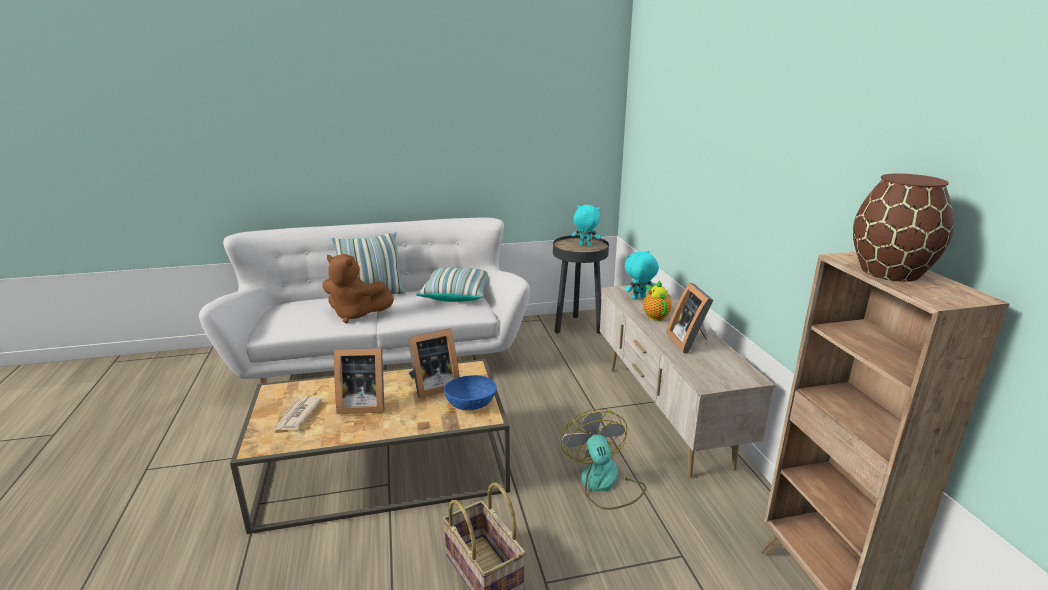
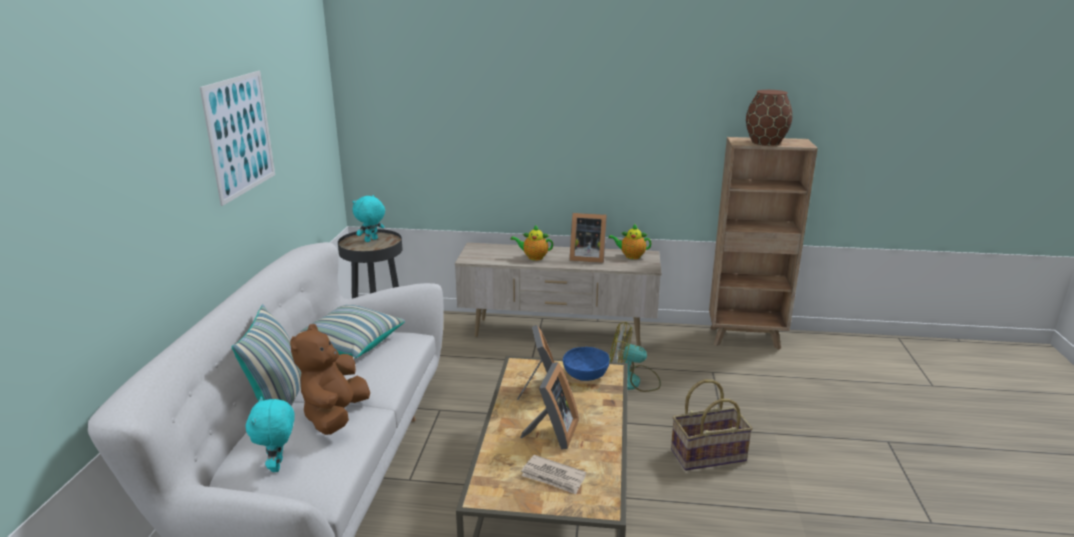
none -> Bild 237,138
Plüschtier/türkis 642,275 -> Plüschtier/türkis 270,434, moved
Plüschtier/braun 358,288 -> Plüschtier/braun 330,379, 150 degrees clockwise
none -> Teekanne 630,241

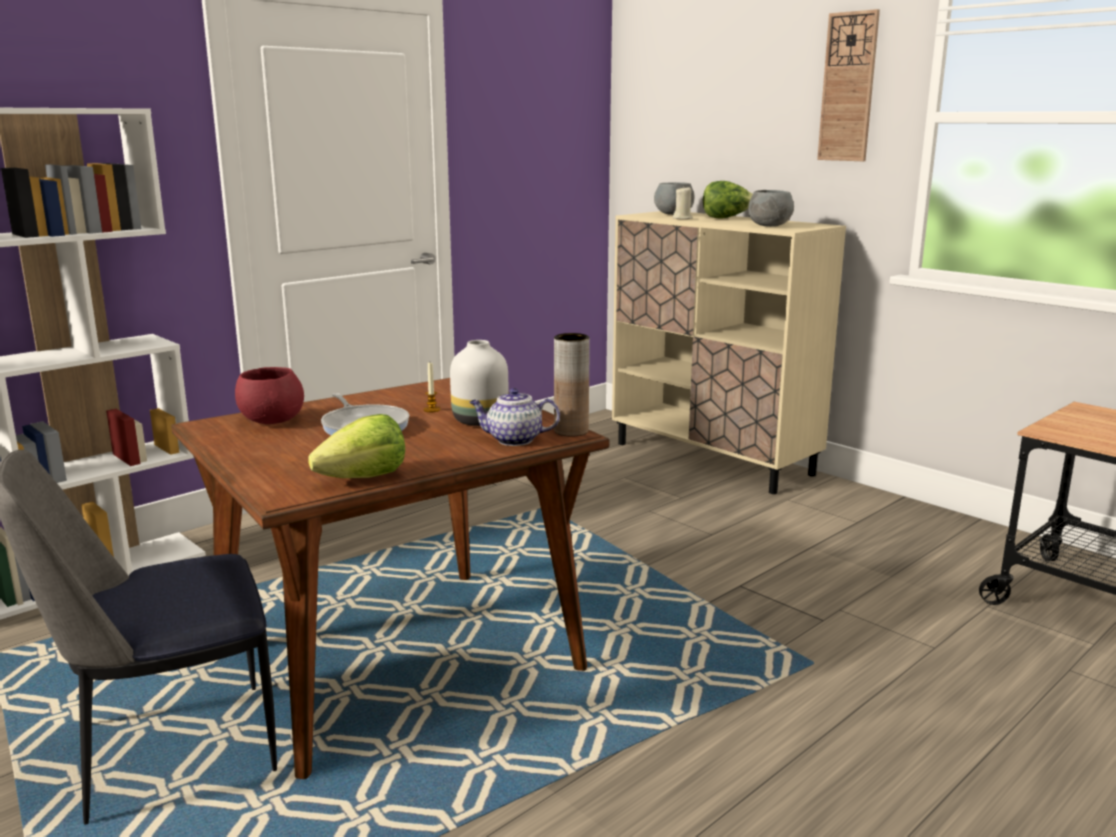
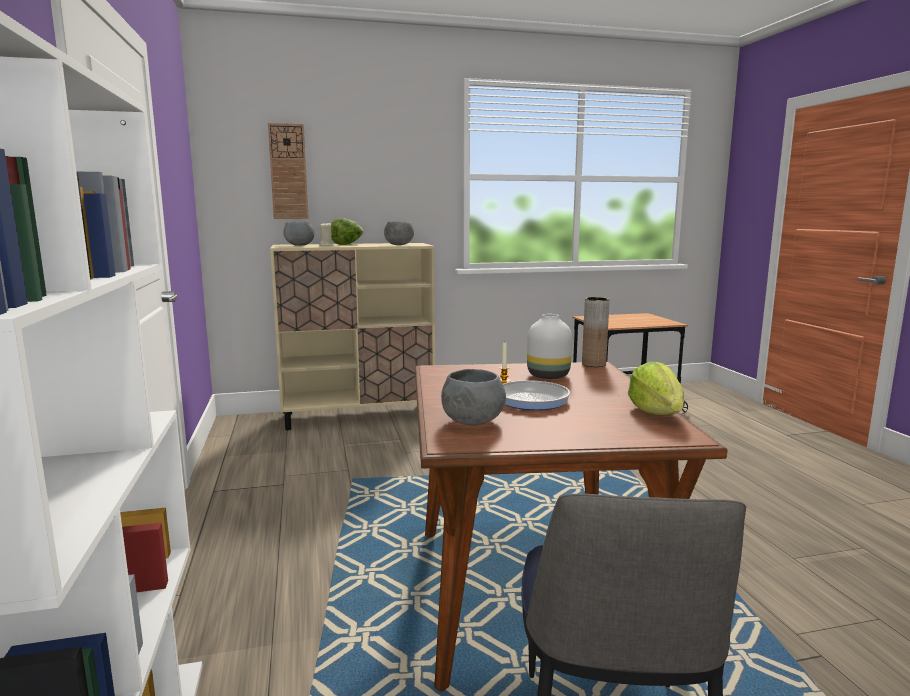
Wanduhr 848,85 -> Wanduhr 288,171, moved
Schüssel/rot 269,395 -> Schüssel/grau 473,397
Teekanne 514,417 -> none

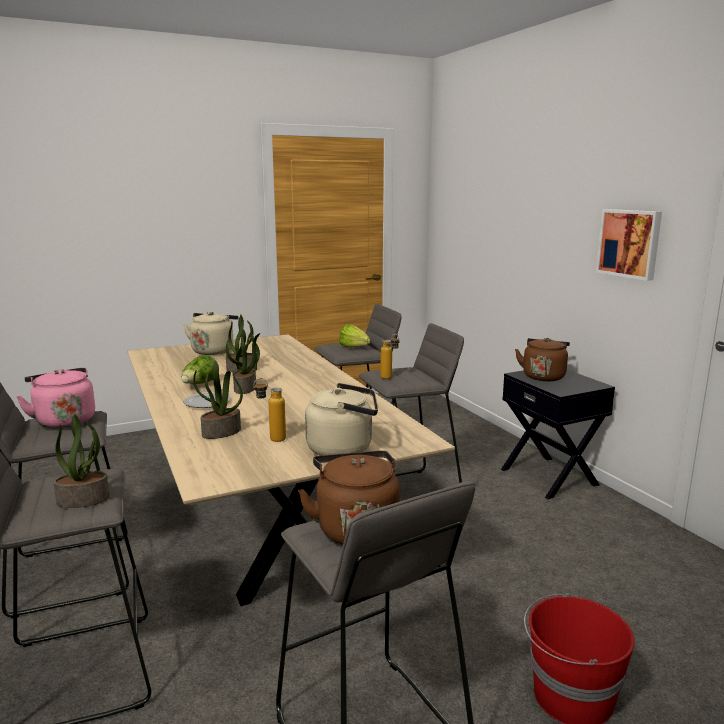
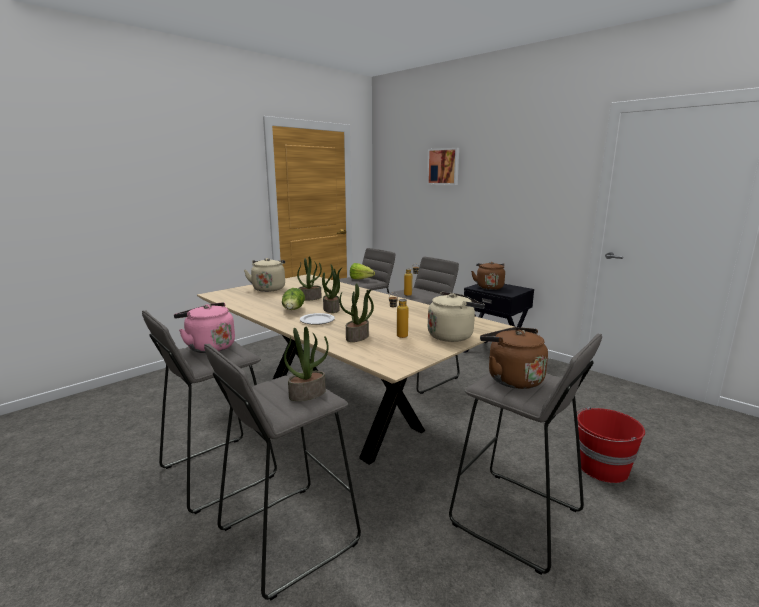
Bild 629,245 -> Bild 443,166, moved

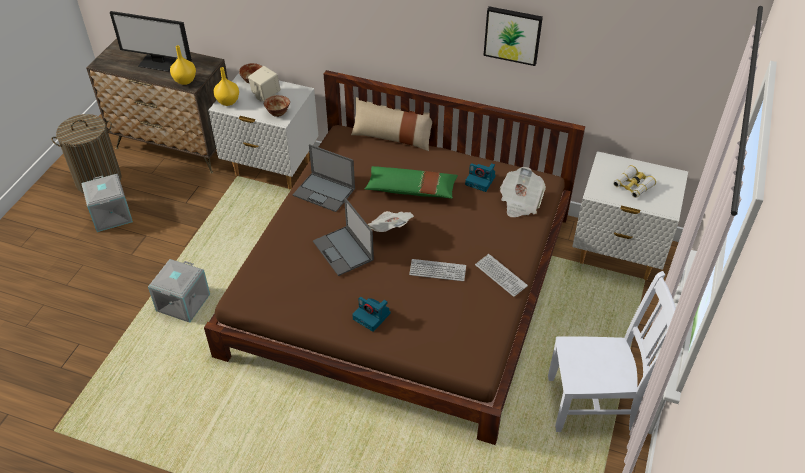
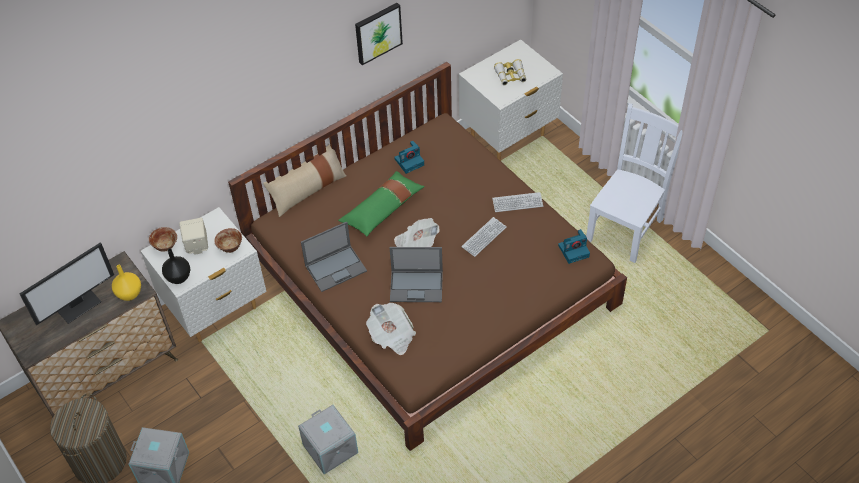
Vase/gelb 226,86 -> Vase/schwarz 176,266
Zeitung 523,192 -> Zeitung 391,329, moved
Kamera 371,314 -> Kamera 574,246, moved

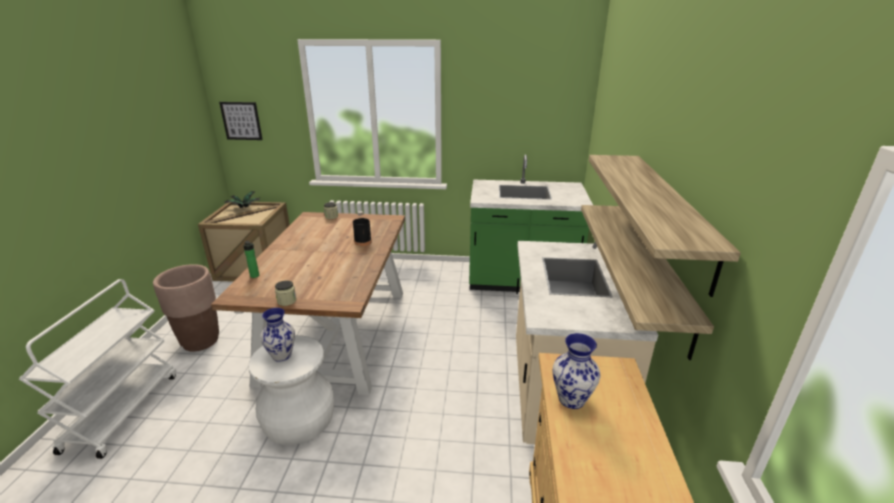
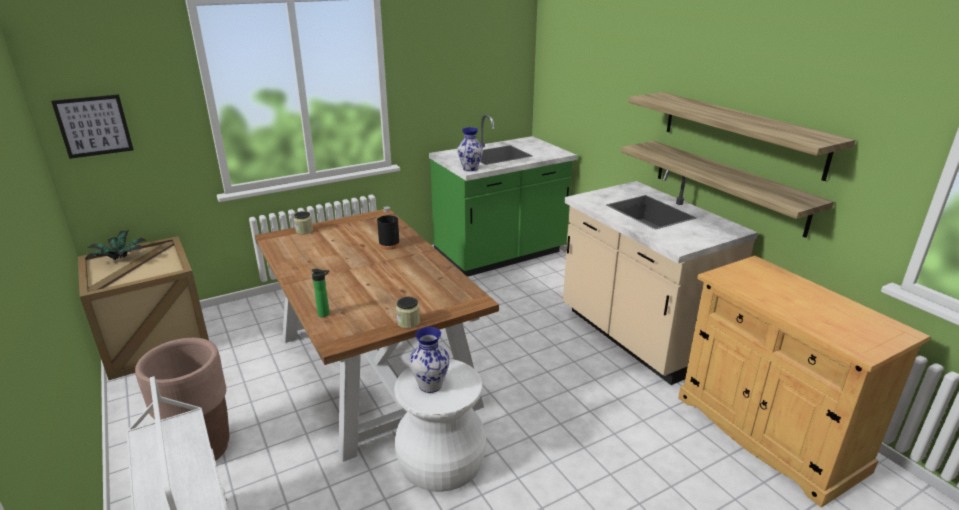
Vase 577,371 -> Vase 470,149, moved

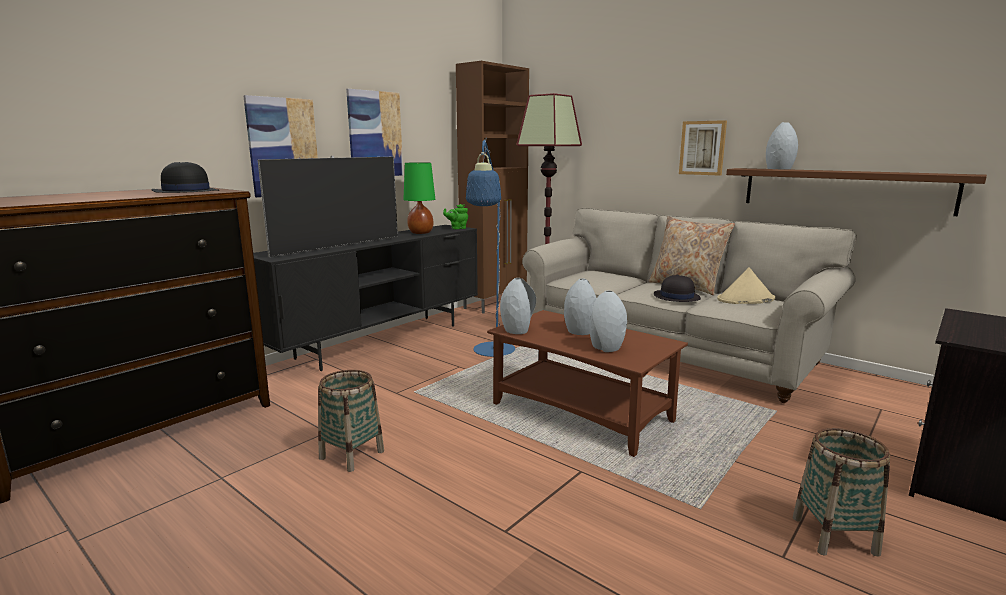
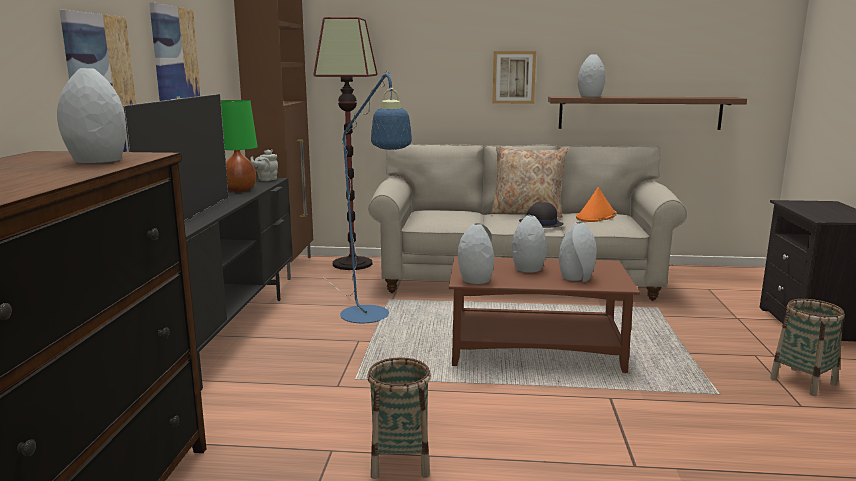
Hut/schwarz 185,177 -> Vase/grau 91,115
Teekanne/grün 455,216 -> Teekanne/grau 264,165
Hut/beige 746,285 -> Hut/orange 596,204

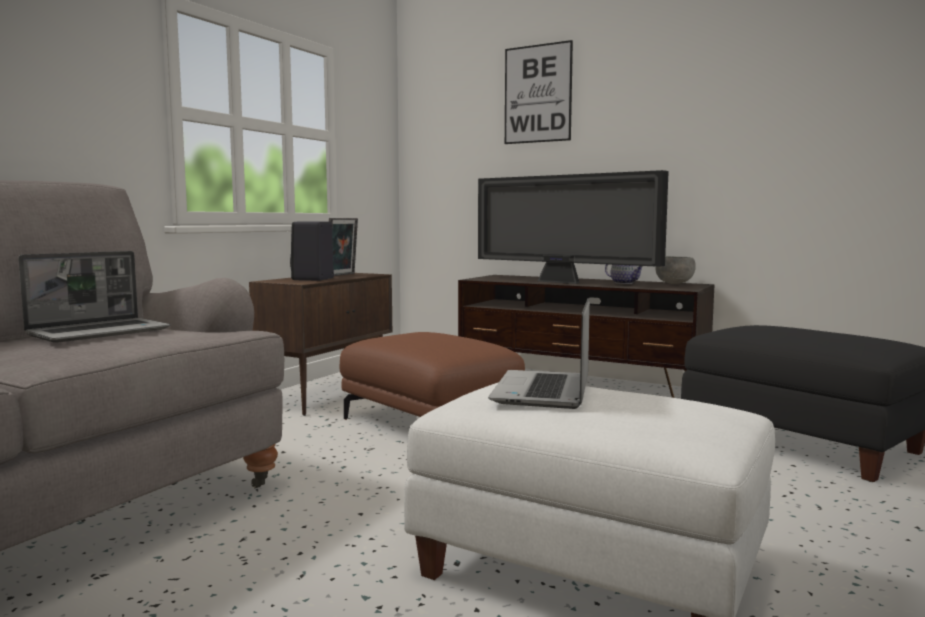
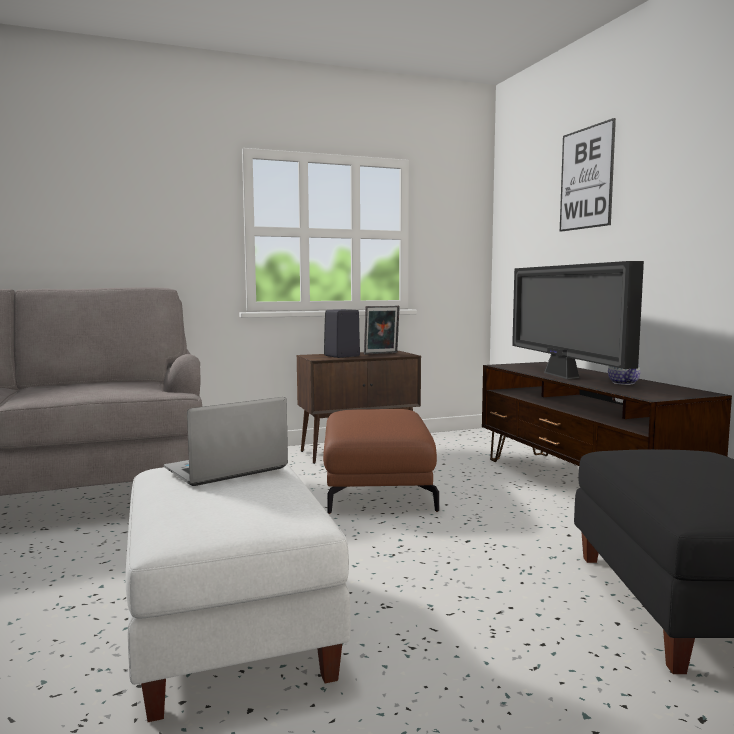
Laptop 94,297 -> none
Schüssel/grau 676,270 -> none

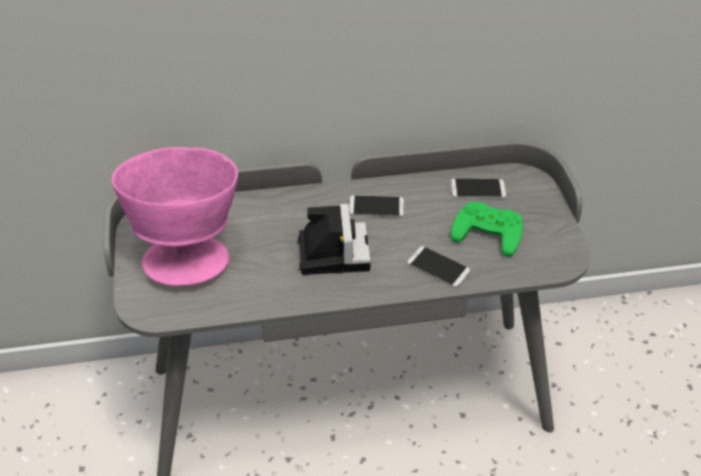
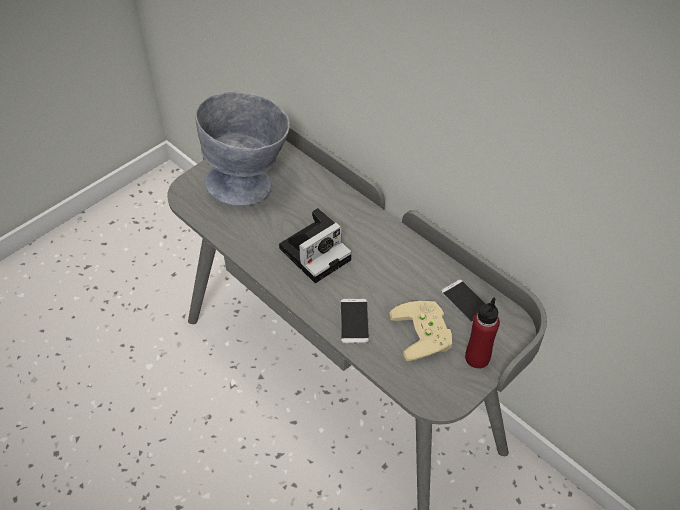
Schüssel/rosa 175,216 -> Schüssel/grau 242,148
Gamepad/grün 487,229 -> Gamepad/beige 420,331
none -> Flasche/rot 482,333
Handy 376,206 -> none

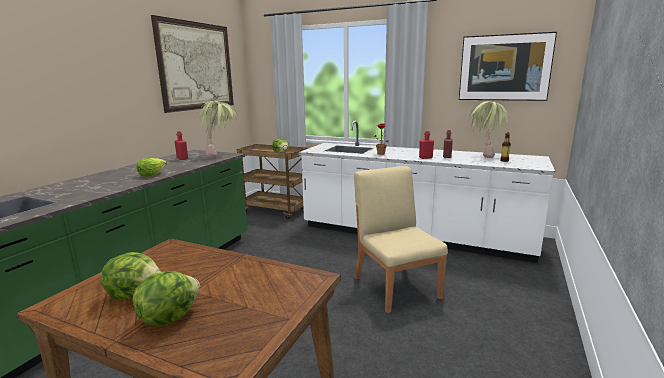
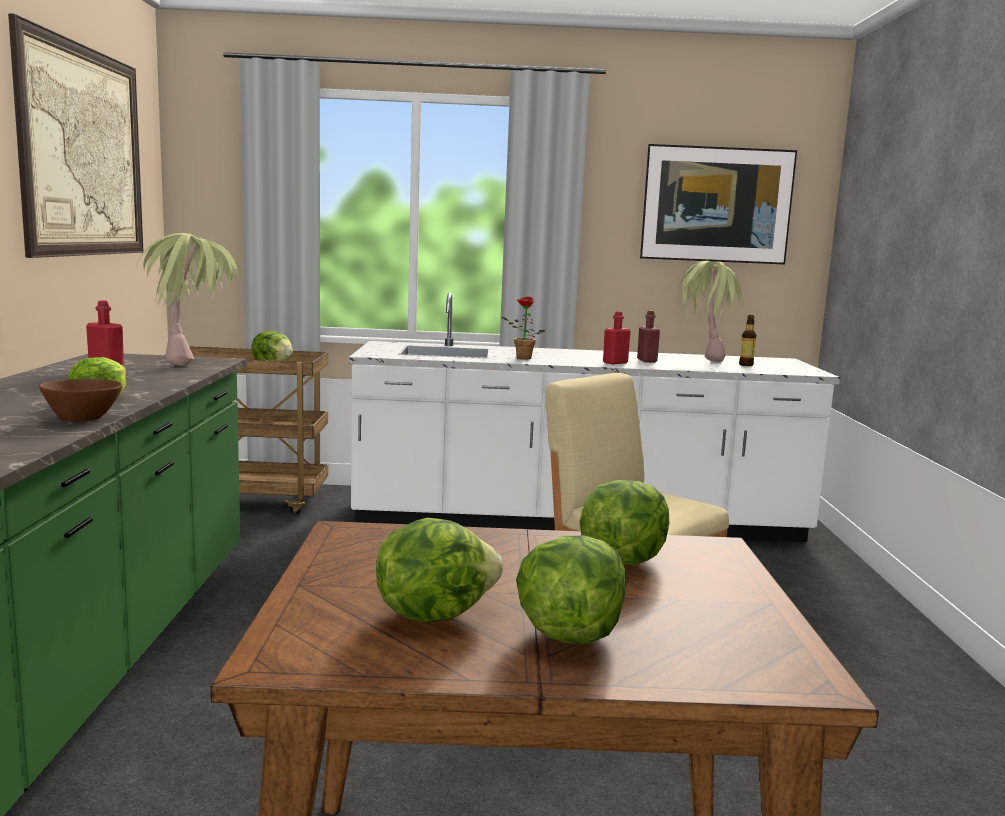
none -> Schüssel/braun 81,400
none -> Salatkopf 624,522

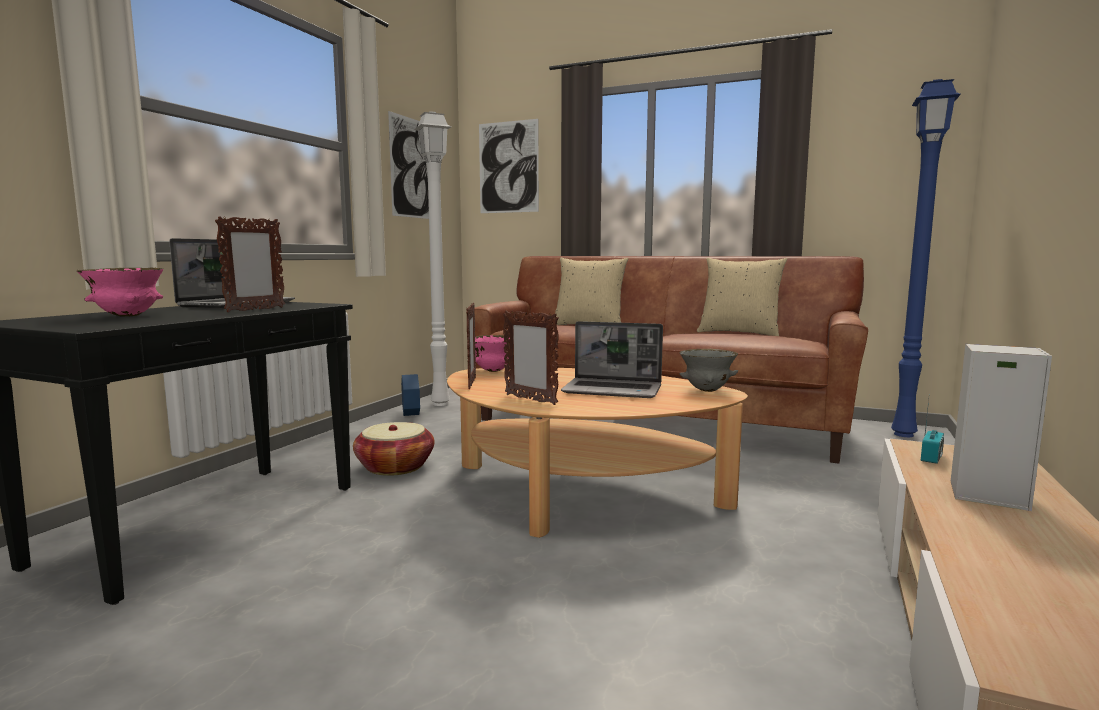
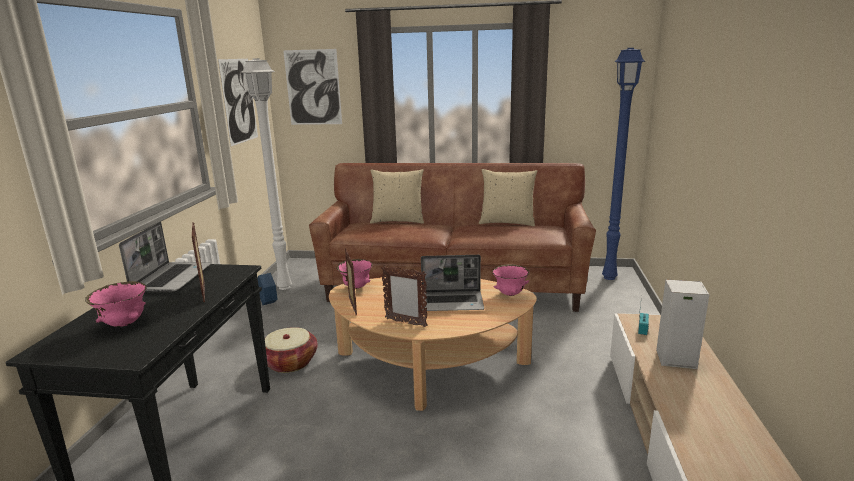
Bilderrahmen 250,264 -> Bilderrahmen 198,262, 150 degrees clockwise
Schüssel/grau 708,370 -> Schüssel/rosa 510,280

